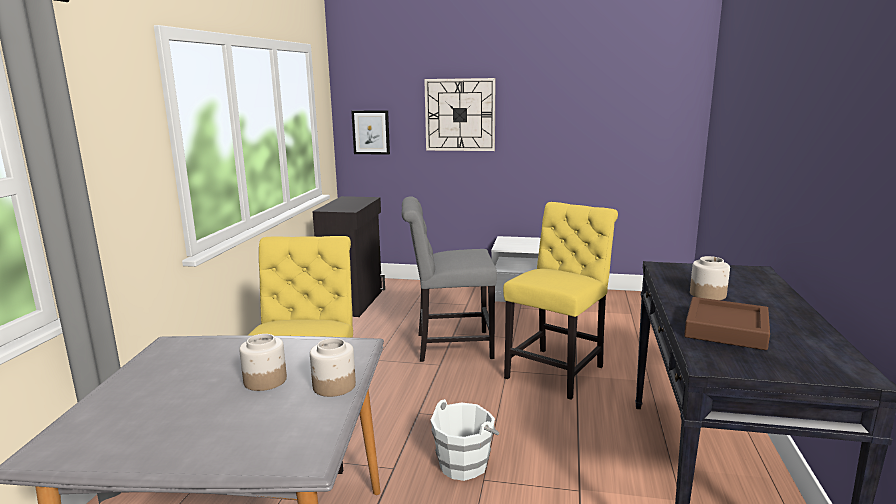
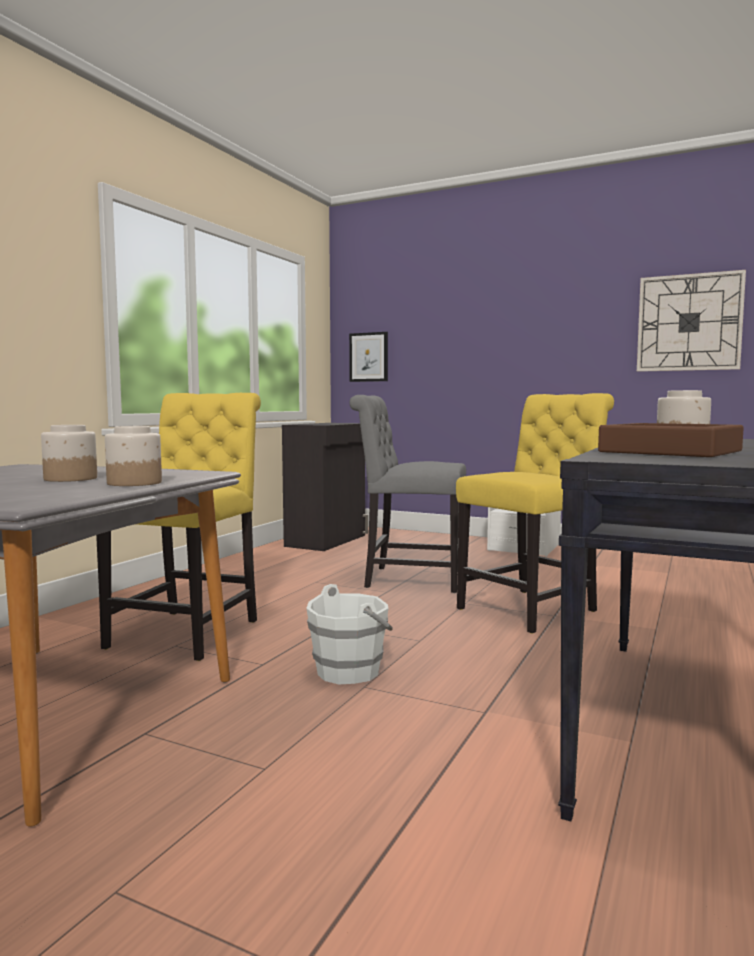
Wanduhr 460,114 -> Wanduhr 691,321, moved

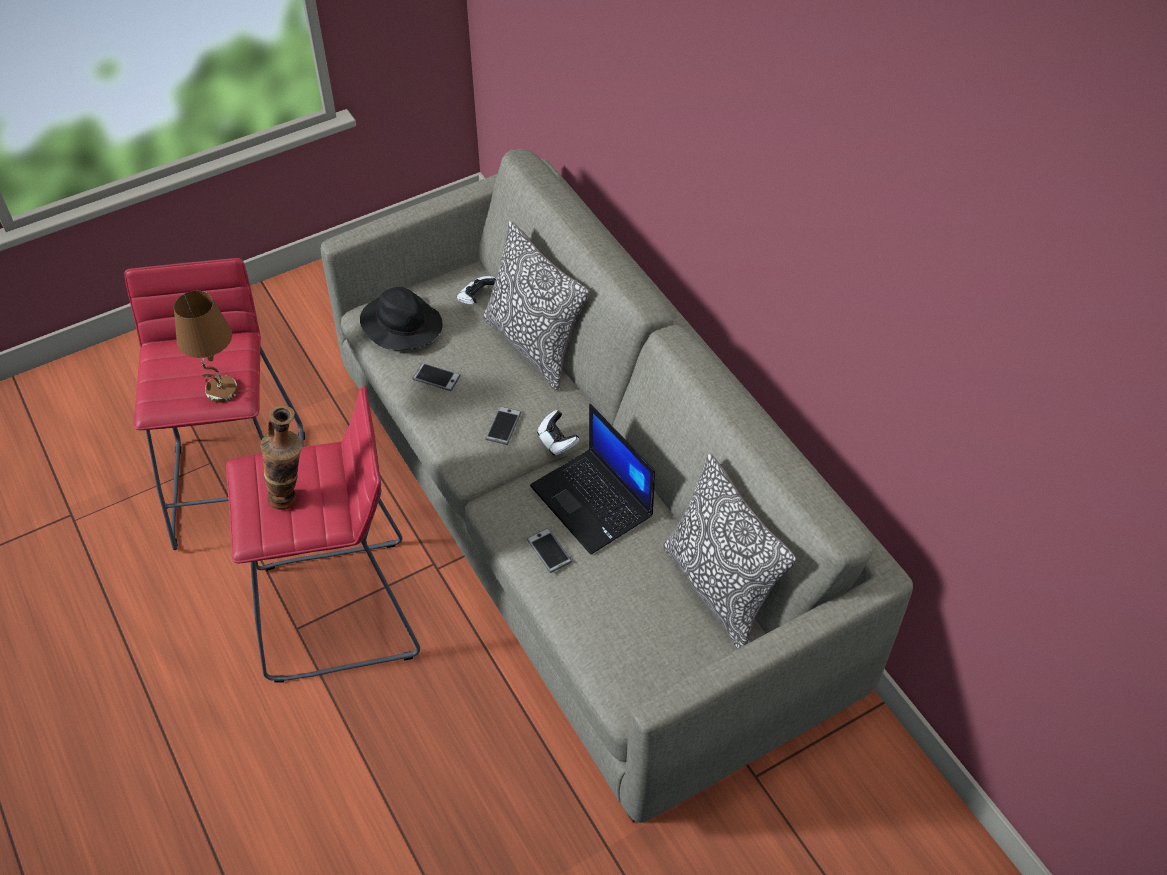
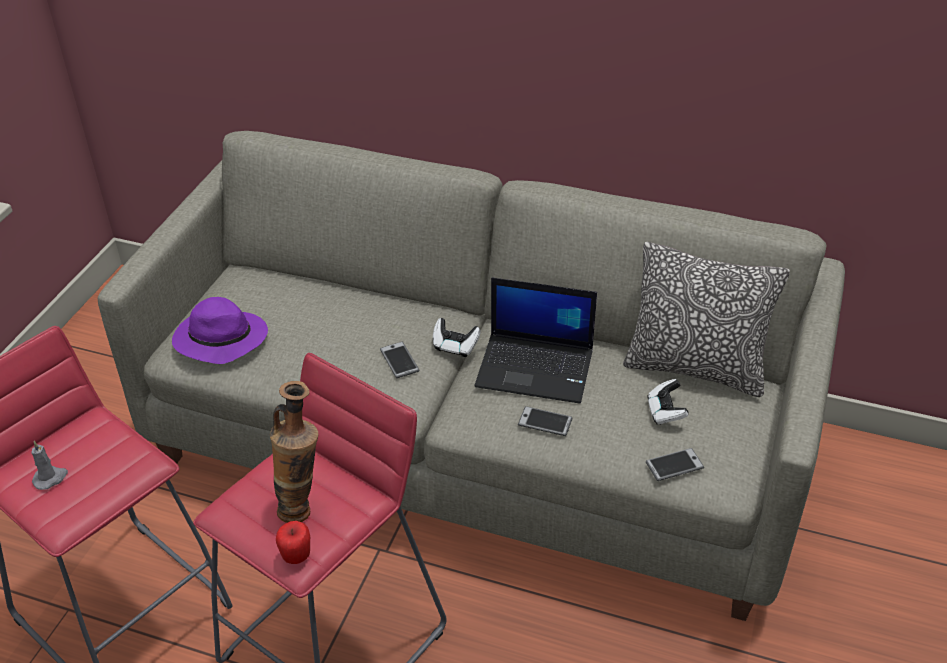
none -> Kerze/grau 49,465
Hut/schwarz 401,318 -> Hut/lila 220,330
none -> Apfel 293,542
Handy 436,377 -> Handy 675,464, moved
Gamepad 476,290 -> Gamepad 668,402, moved
Tischlampe/braun 206,347 -> none
Kissen 536,305 -> none

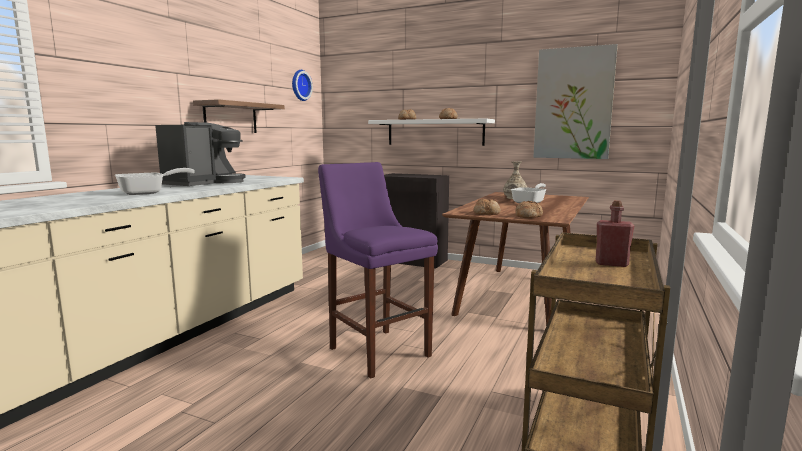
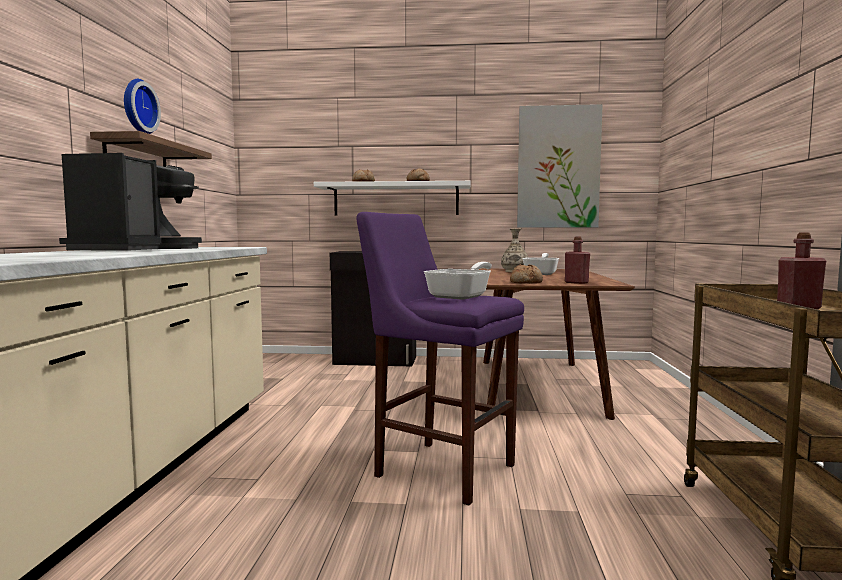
Wanduhr 302,85 -> Wanduhr 142,106, moved
Pfanne 155,181 -> Pfanne 458,281, moved
Brot 529,209 -> Flasche/rot 577,260

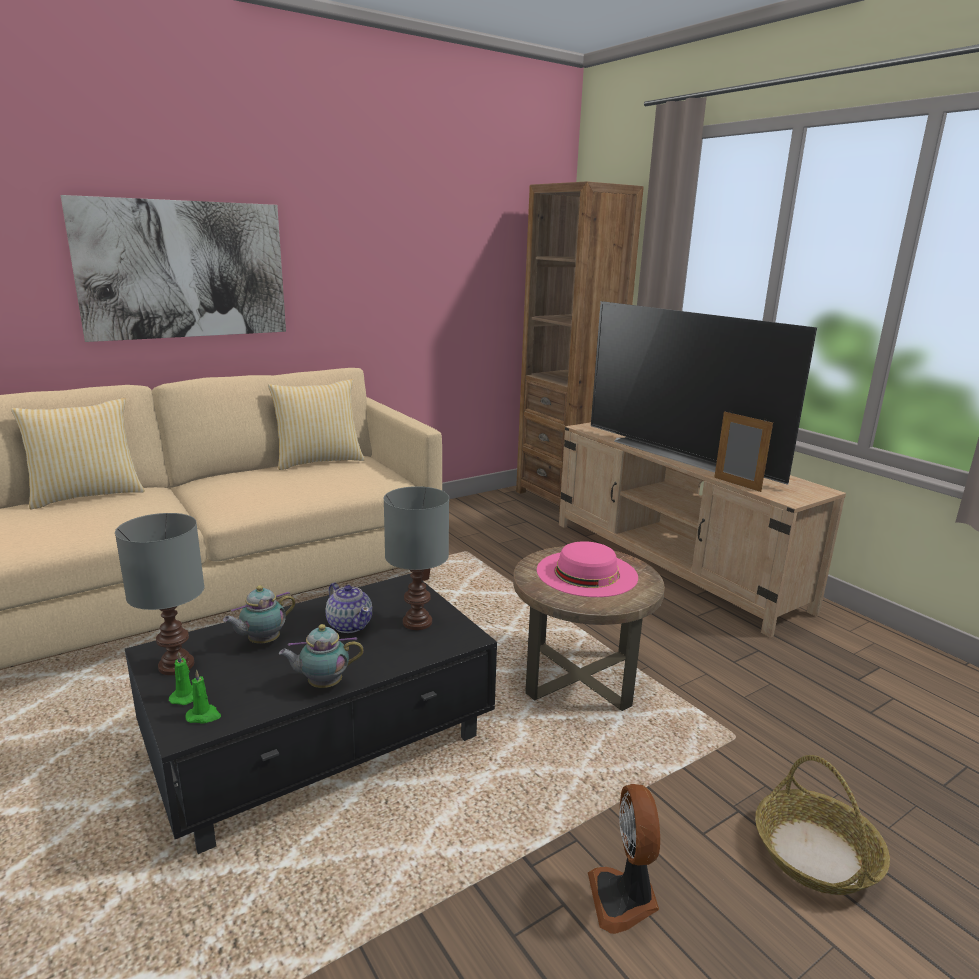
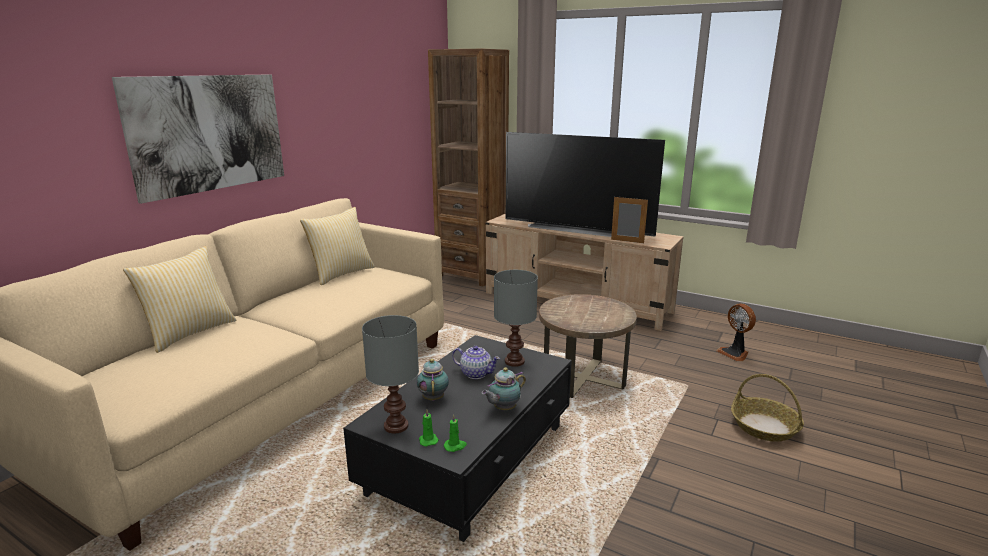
Teekanne 259,614 -> Teekanne 433,380, 150 degrees clockwise
Ventilator 624,859 -> Ventilator 736,332, moved
Hut/rosa 587,569 -> none

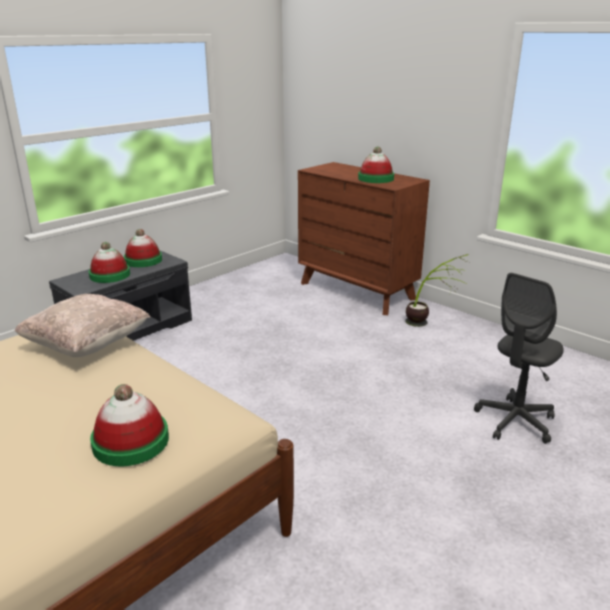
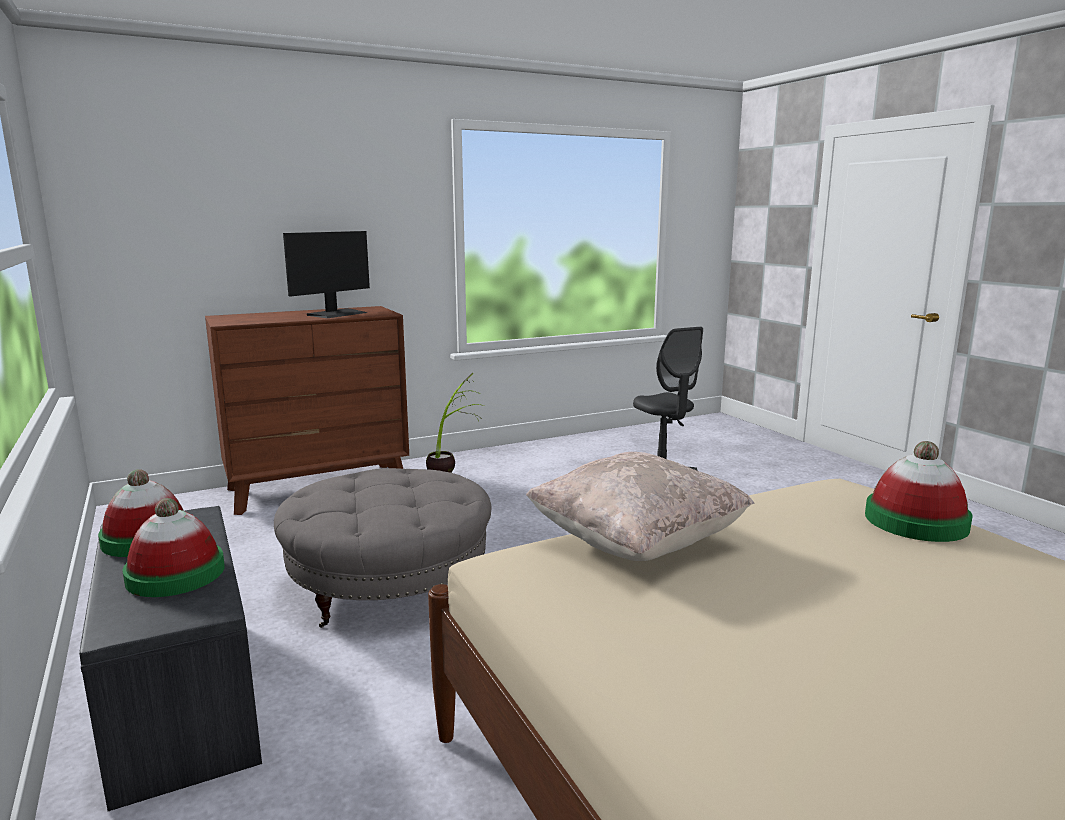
none -> Polsterhocker/grau 382,548
Hut 376,164 -> Monitor 326,274

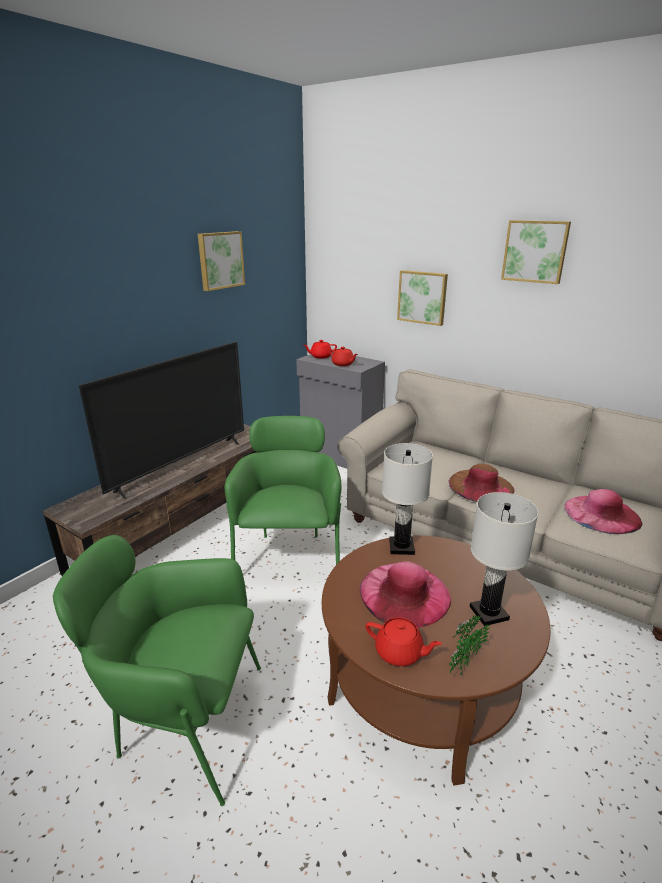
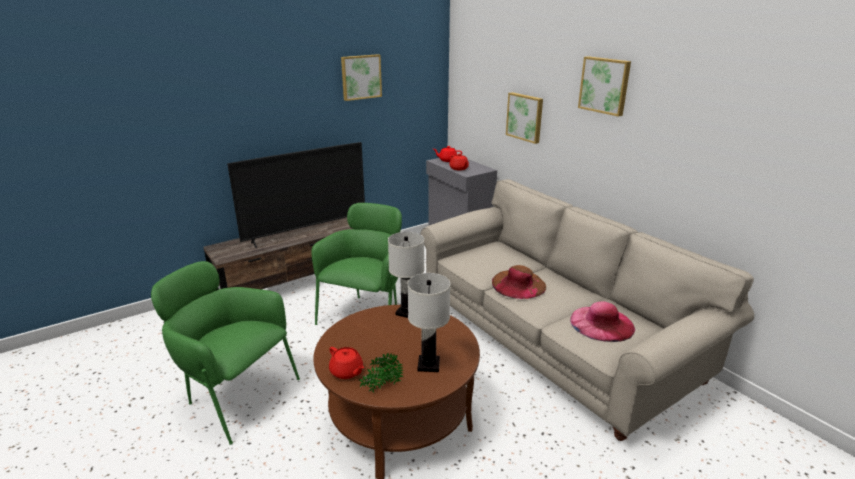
Hut/rosa 405,594 -> none

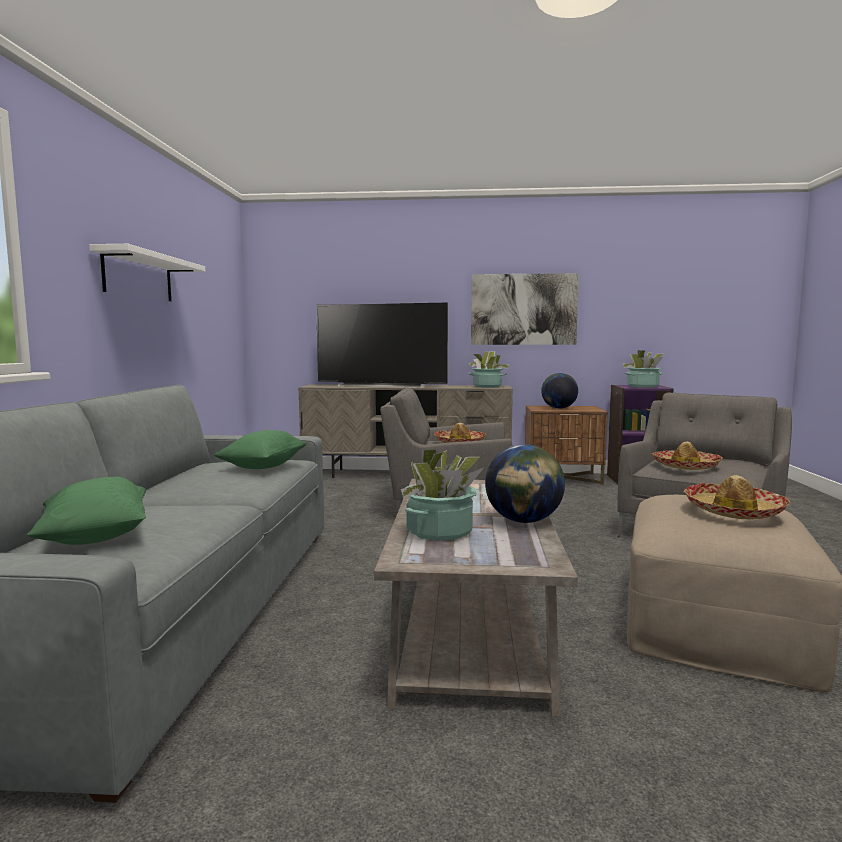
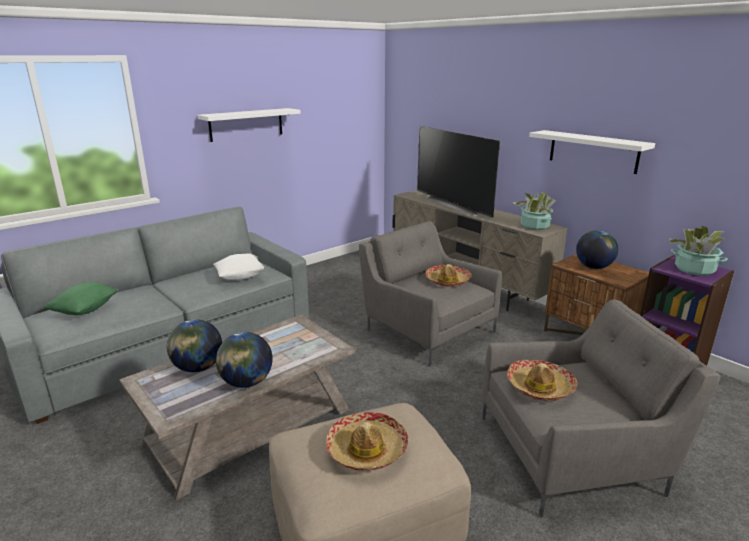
Topfpflanze 443,495 -> Globus 194,345
Kissen/grün 260,449 -> Kissen/weiß 239,266
Bild 525,309 -> Wandregal/weiß 592,152

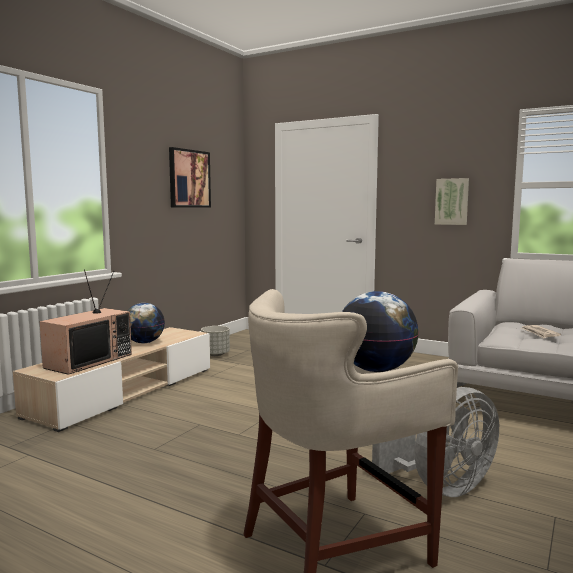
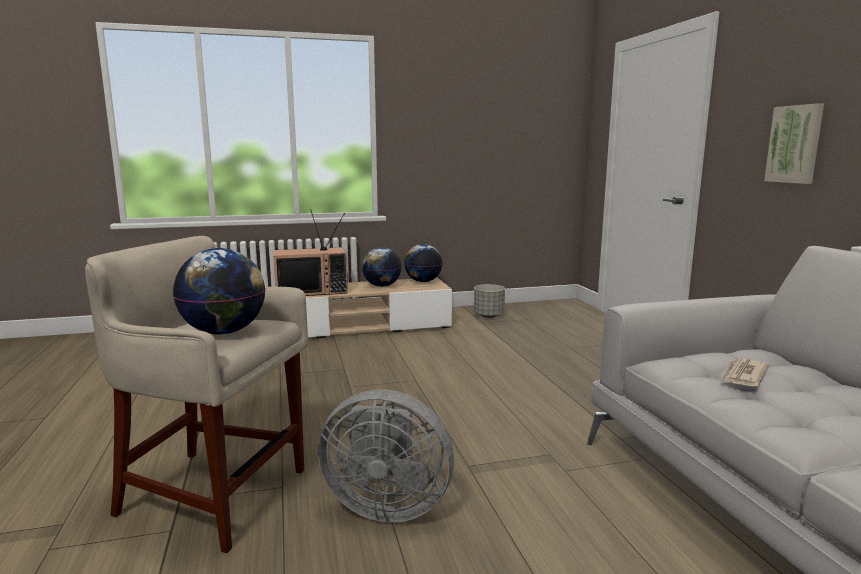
none -> Globus 423,263
Bild 190,177 -> none

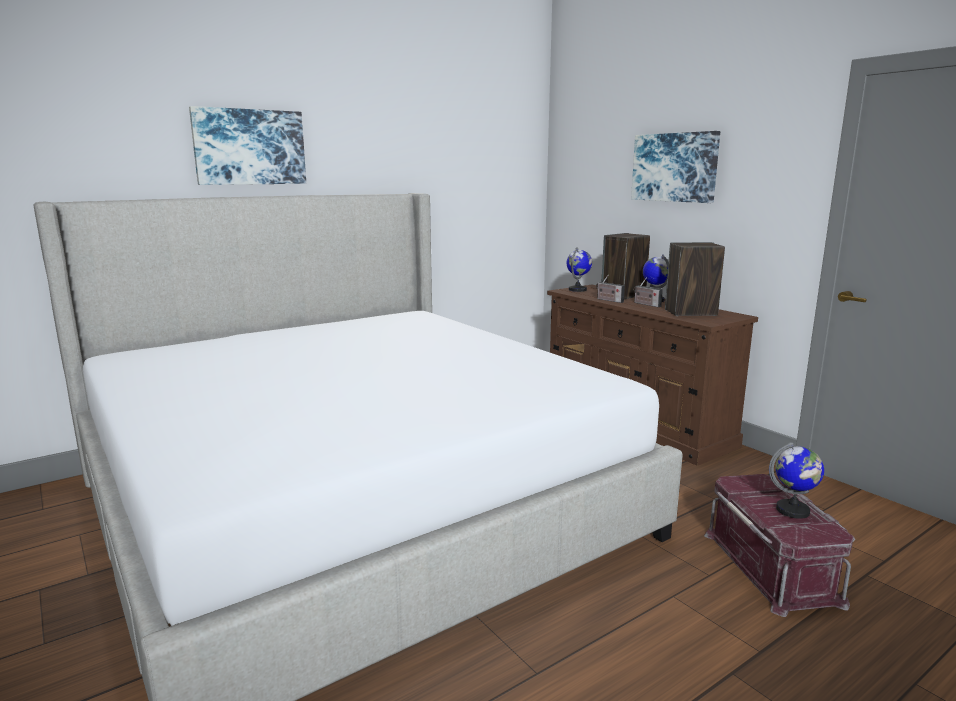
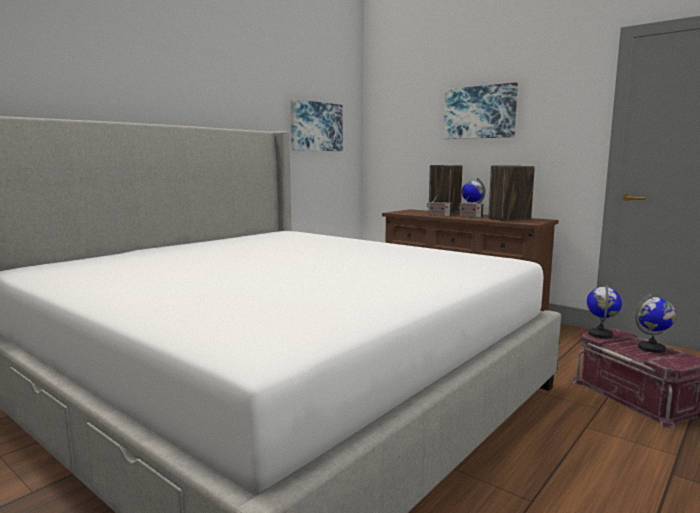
Bild 247,145 -> Bild 317,125, moved
Globus 579,269 -> Globus 604,312, moved

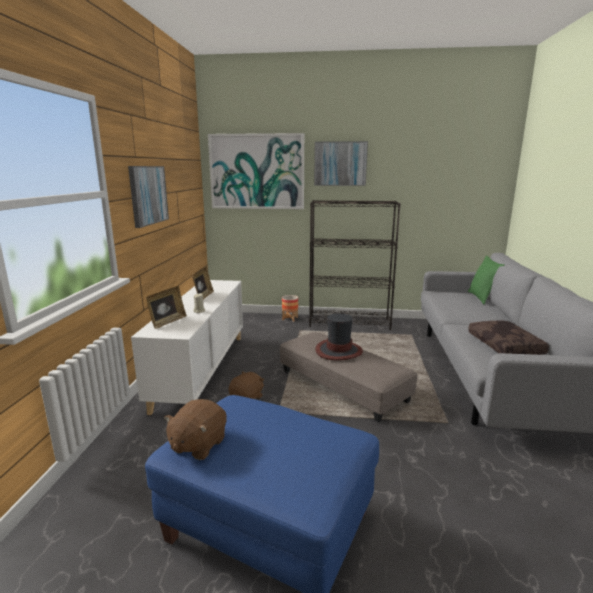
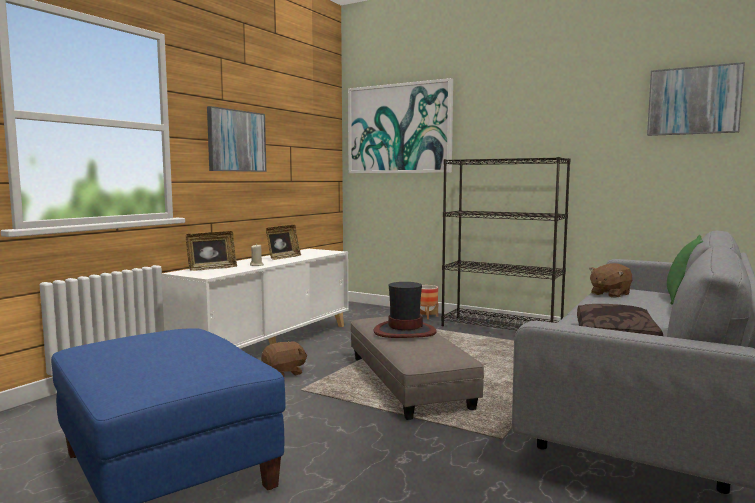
Plüschtier/braun 195,429 -> Plüschtier/braun 610,280, moved
Bild 341,163 -> Bild 696,99, moved

